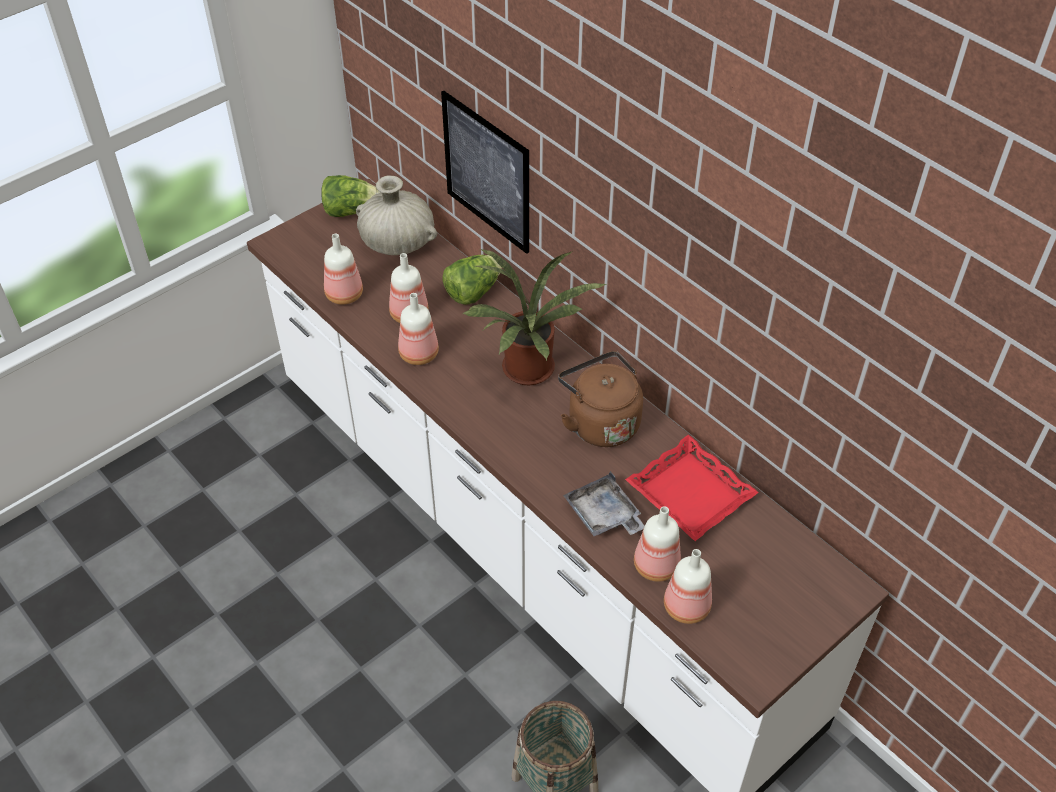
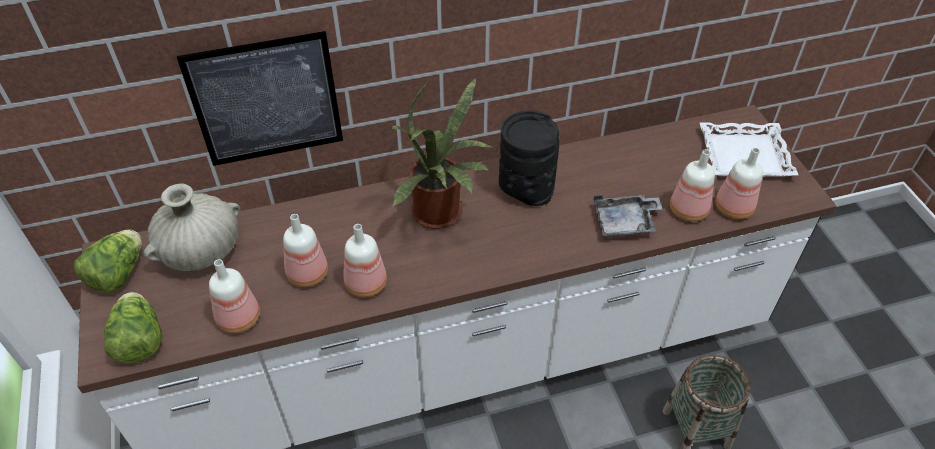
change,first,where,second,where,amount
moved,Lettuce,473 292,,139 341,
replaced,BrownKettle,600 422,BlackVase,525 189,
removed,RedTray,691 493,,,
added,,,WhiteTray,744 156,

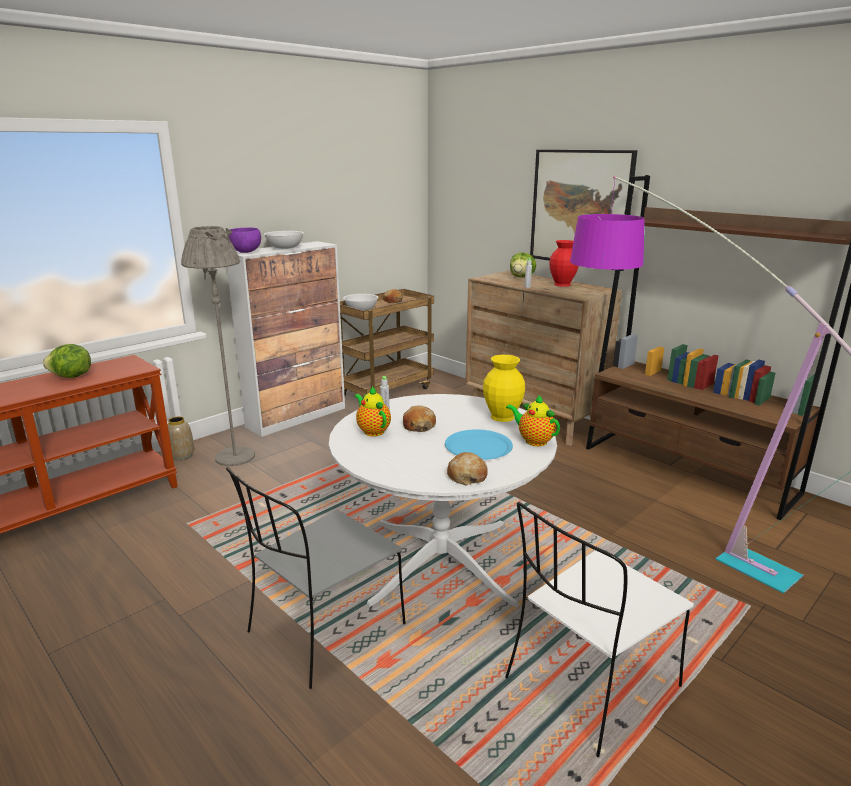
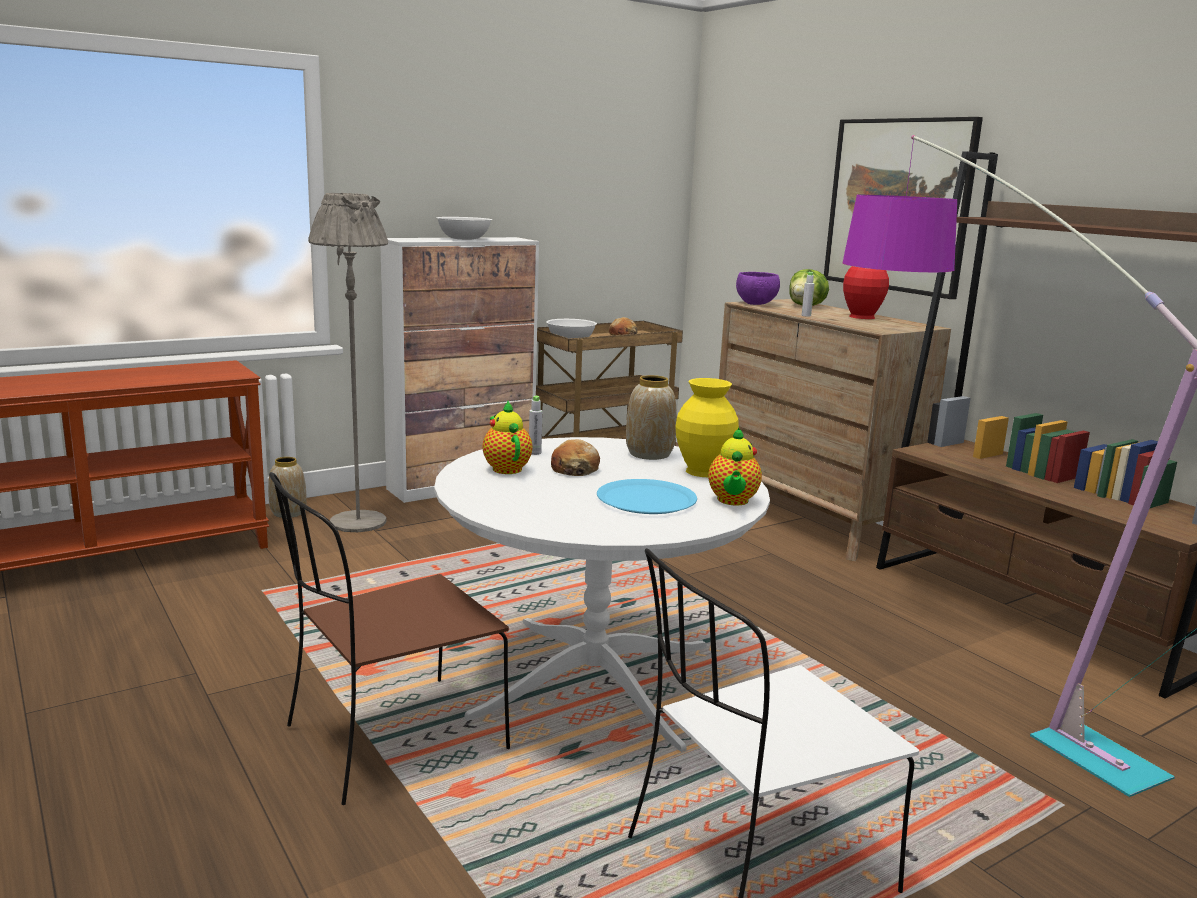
change,first,where,second,where,amount
moved,PurpleBowl,246 252,,756 304,
removed,Lettuce,71 377,,,
turned,Teapot,533 440,,732 501,135 degrees counterclockwise
removed,Bread,466 476,,,
recoloured,GreyChair,323 630,BrownChair,391 740,
added,,,Vase,650 454,

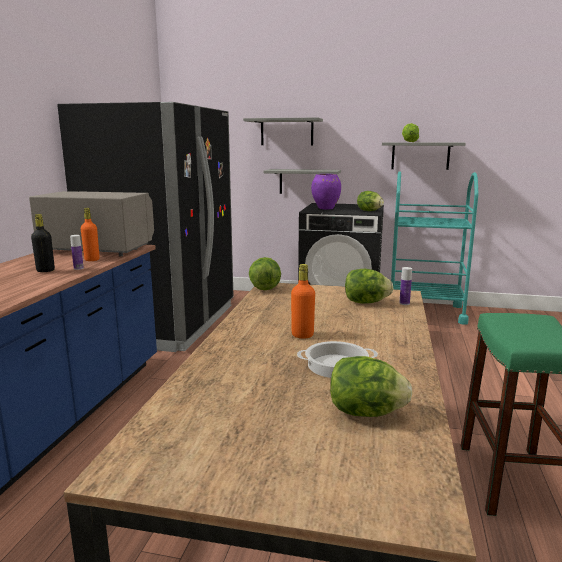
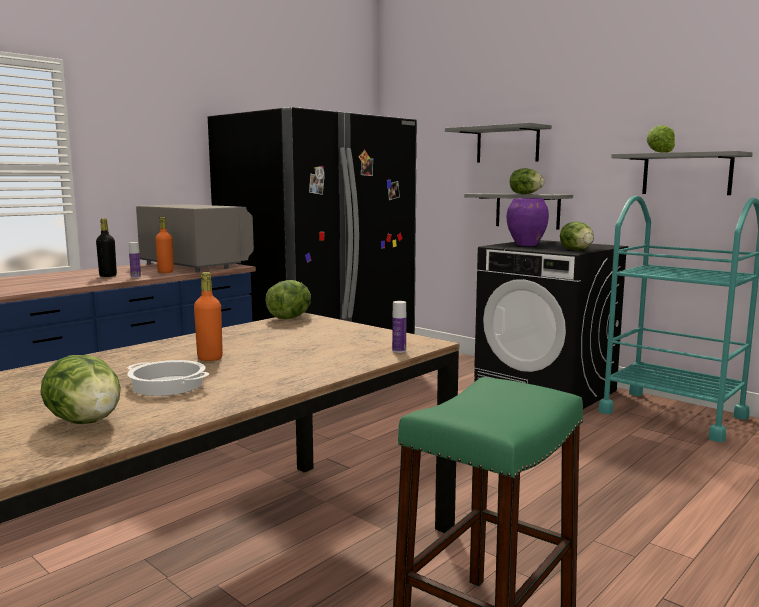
change,first,where,second,where,amount
moved,Lettuce,366 302,,525 194,

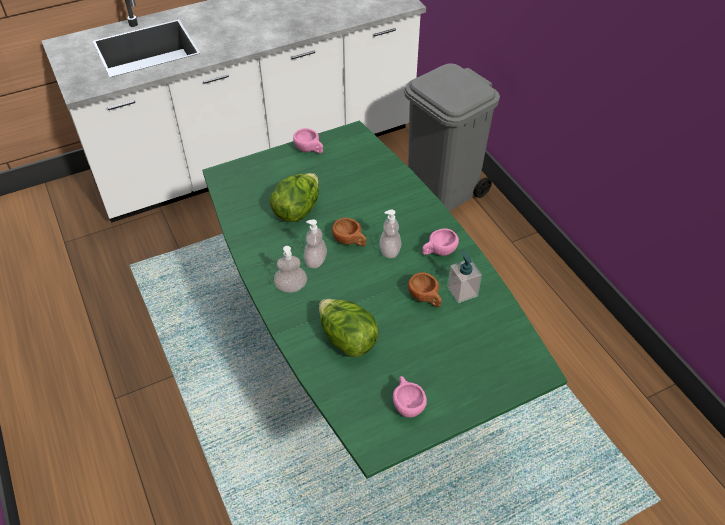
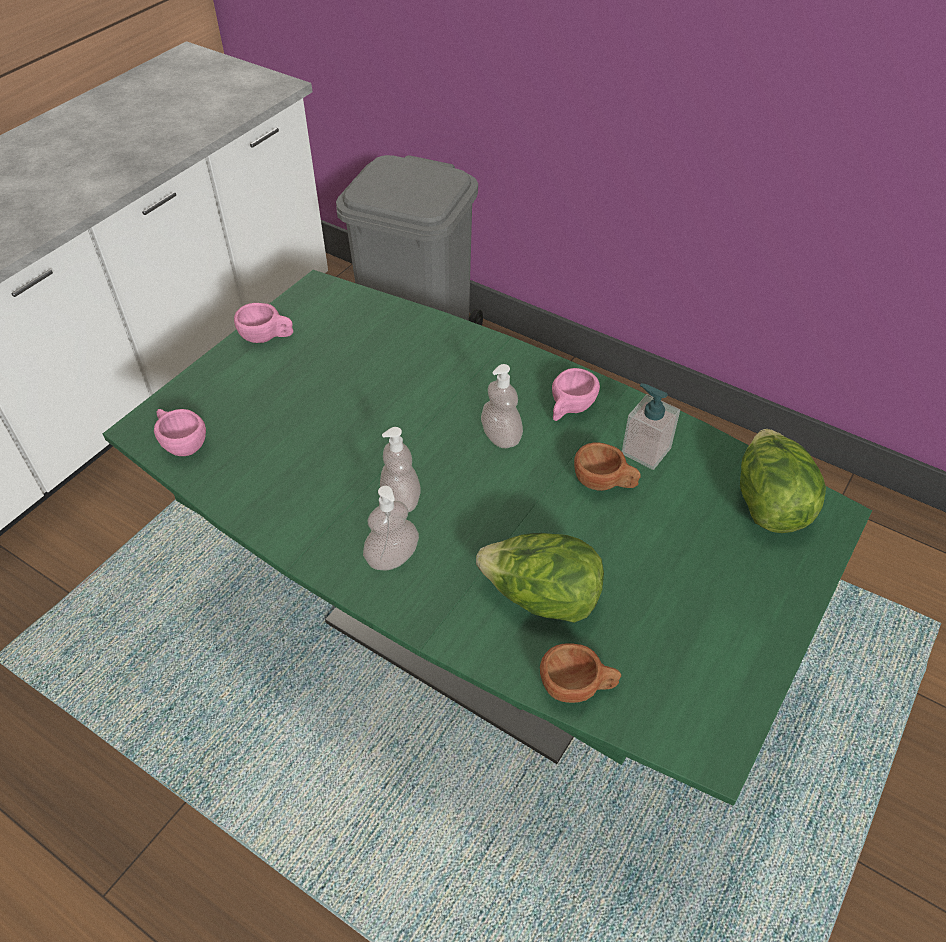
change,first,where,second,where,amount
moved,Lettuce,297 210,,768 504,
moved,BrownCup,350 241,,577 687,
moved,PinkCup,407 403,,181 443,

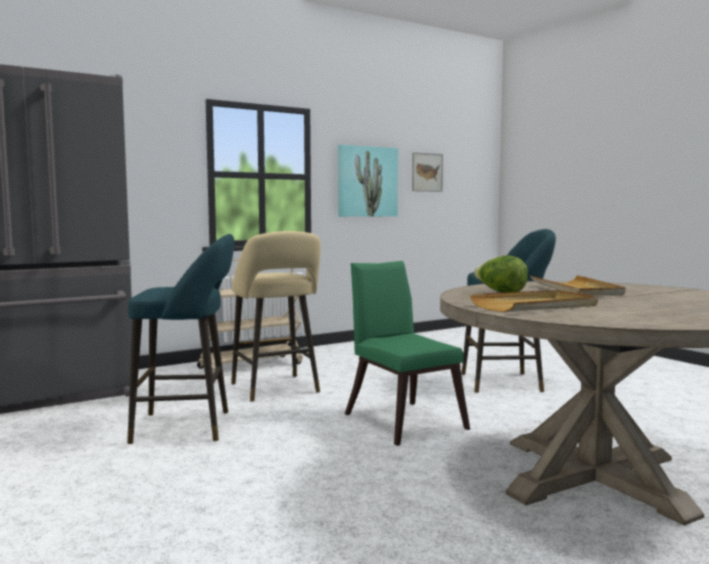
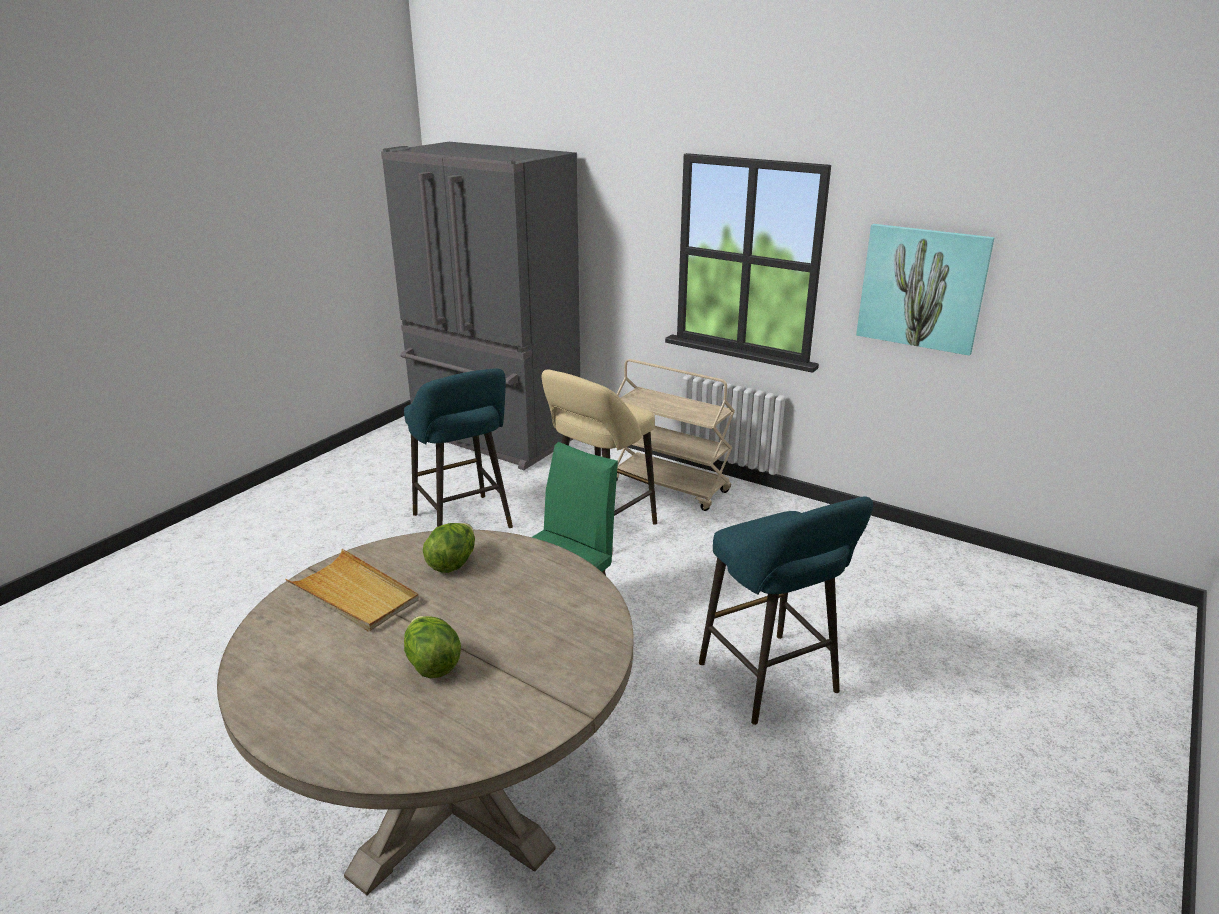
change,first,where,second,where,amount
removed,Picture,427 172,,,
removed,BeigeTray,576 290,,,
added,,,Lettuce,432 664,

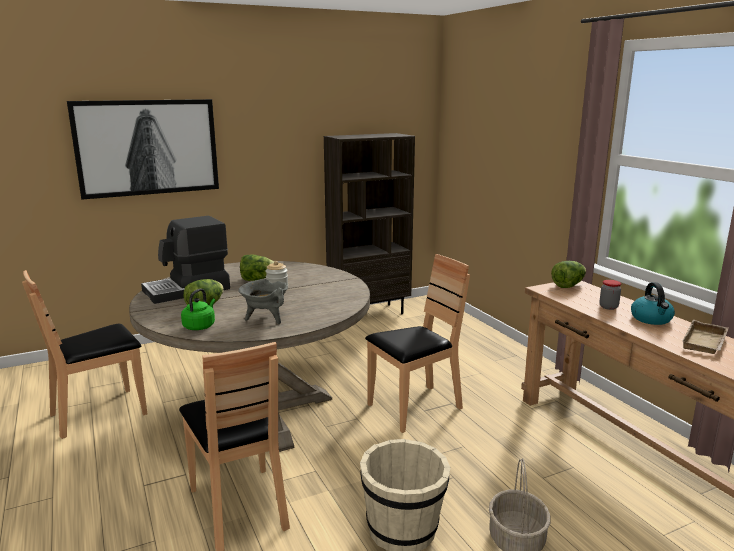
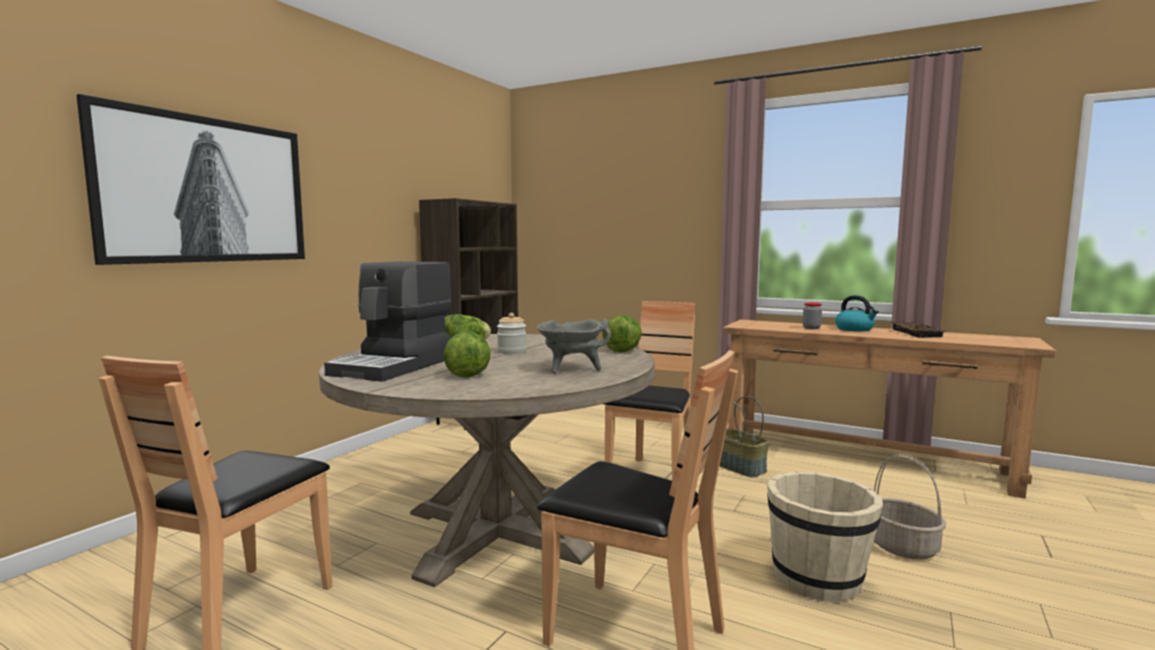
change,first,where,second,where,amount
moved,Lettuce,568 285,,623 349,
removed,GreenKettle,200 326,,,
recoloured,BeigeTray,706 343,BlackTray,919 334,
added,,,Basket,740 467,

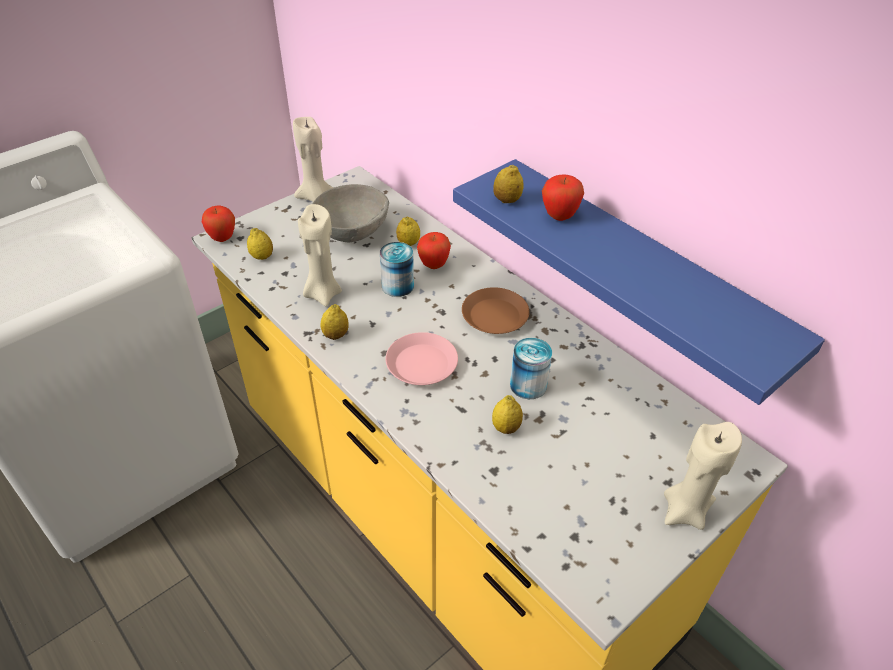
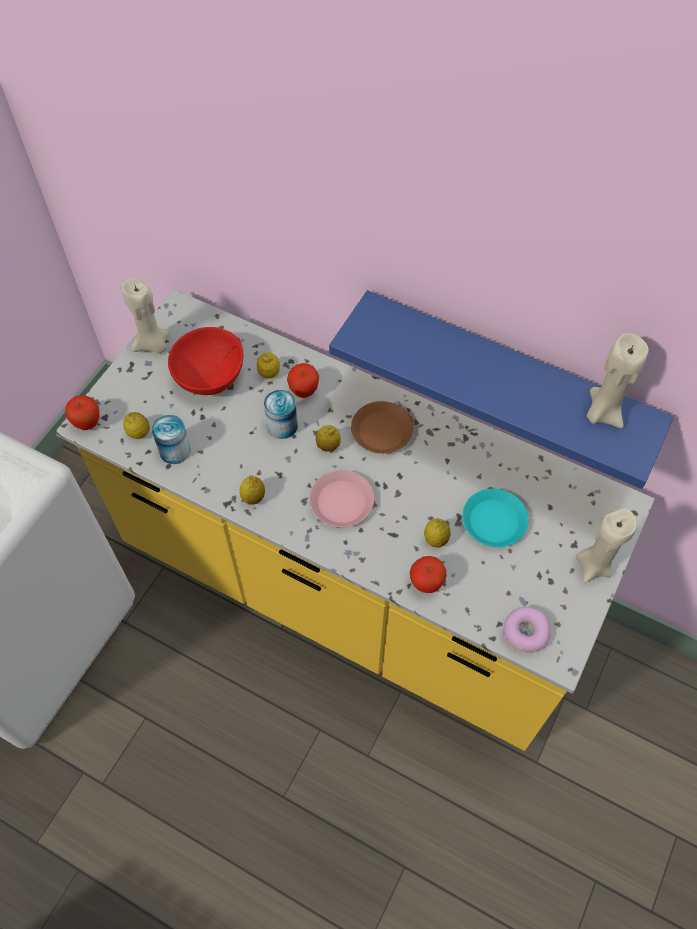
change,first,where,second,where,amount
moved,Lemon,507 200,,328 446,
moved,Apple,559 216,,426 584,
recoloured,GreyBowl,353 232,RedBowl,210 376,
moved,BeigeCandle,322 294,,602 412,
moved,Can,528 385,,175 450,
added,,,TurquoisePlate,494 521,
added,,,Donut,524 632,

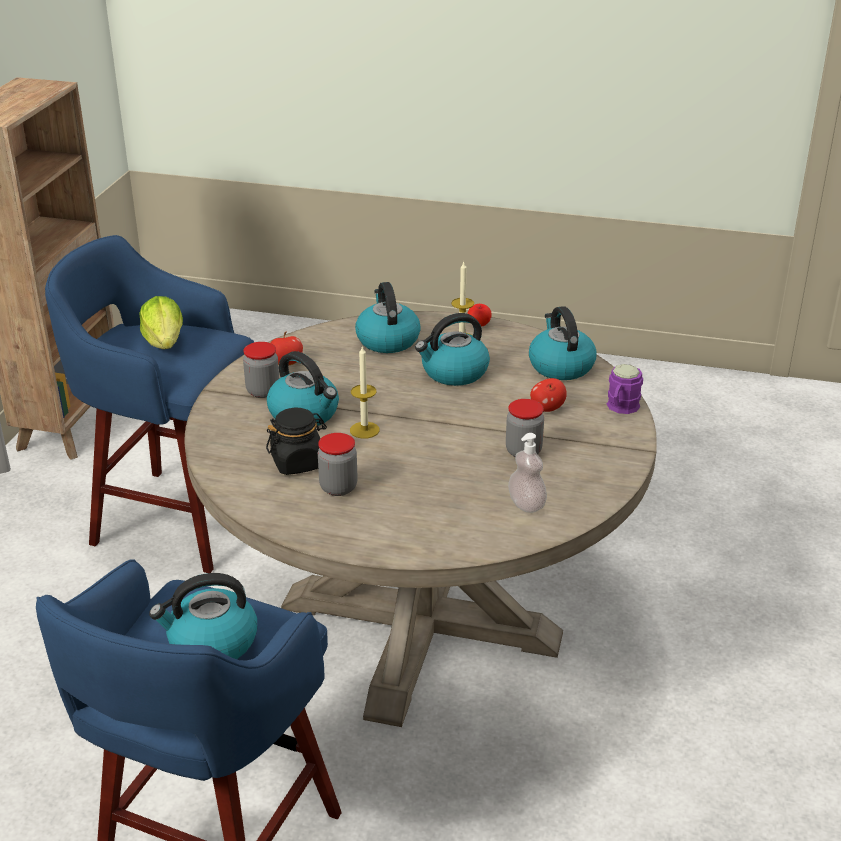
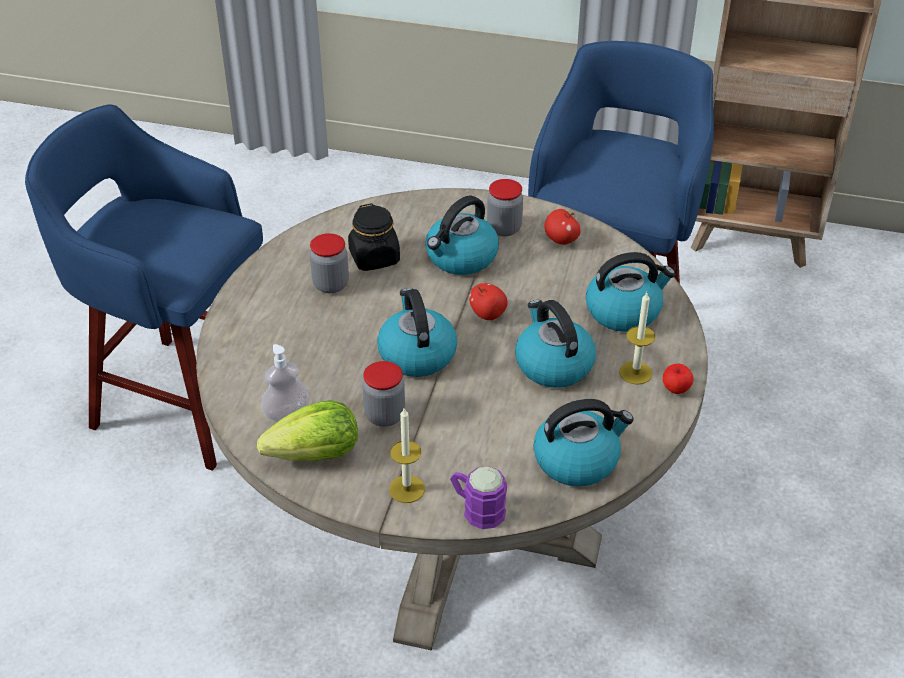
change,first,where,second,where,amount
moved,Lettuce,165 343,,316 455,
moved,Candle,364 430,,407 489,
moved,Apple,547 408,,488 314,
moved,Kettle,211 643,,416 354,

